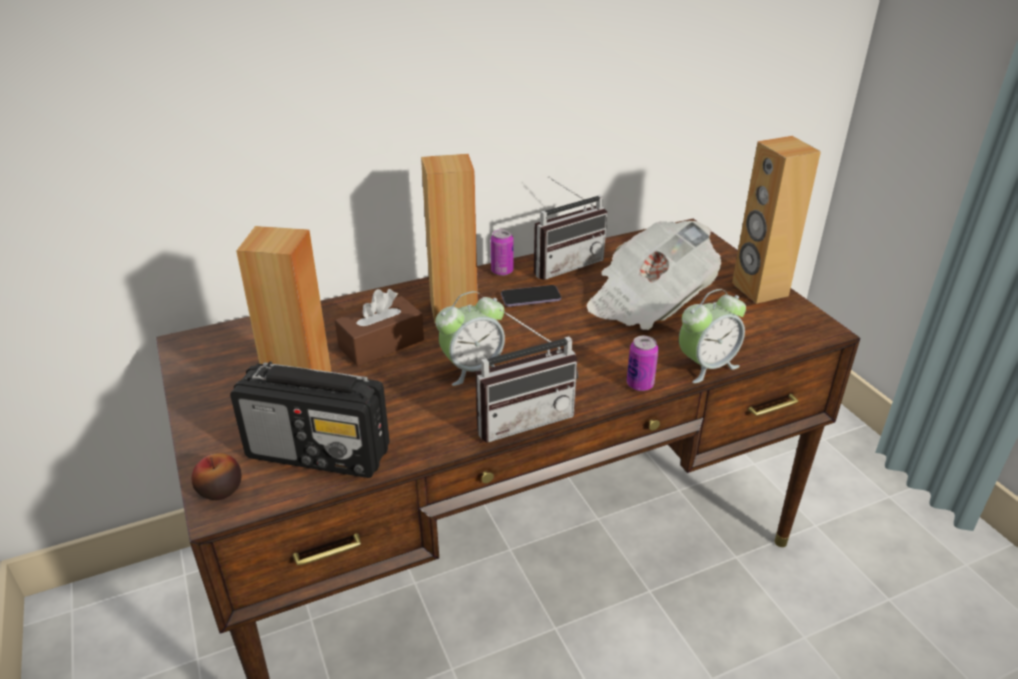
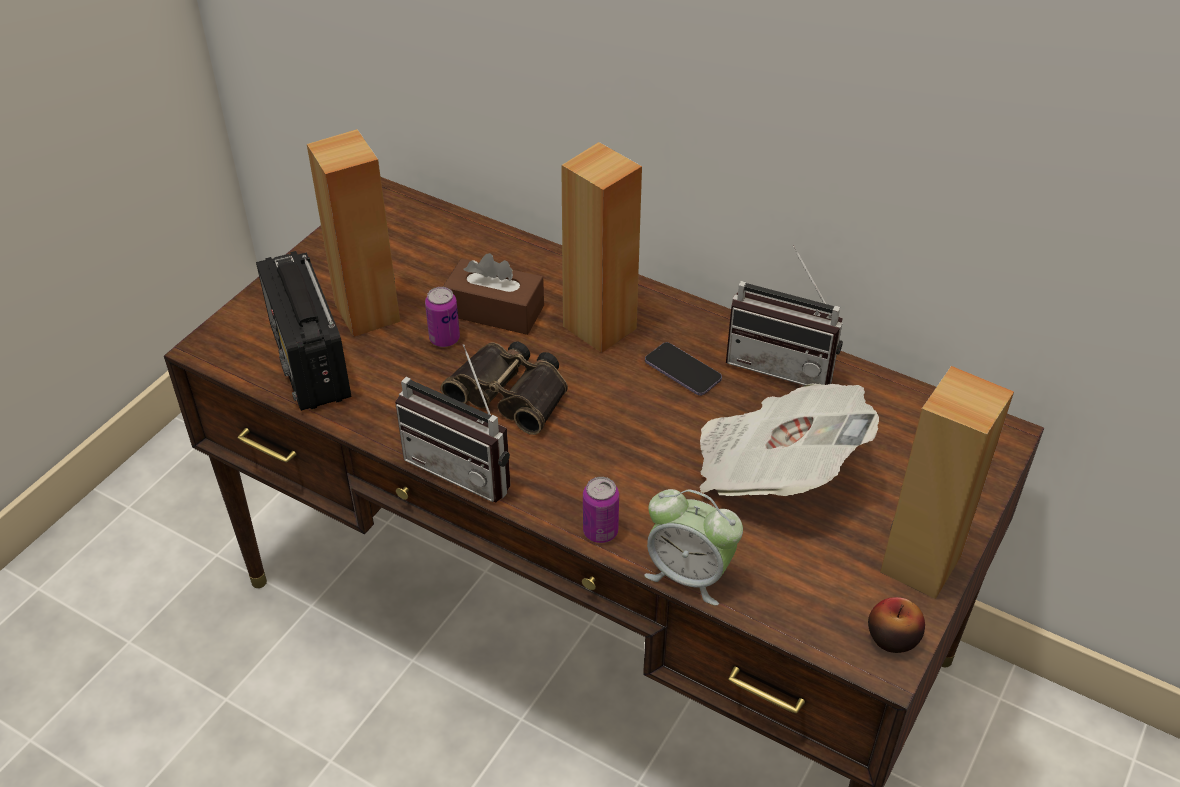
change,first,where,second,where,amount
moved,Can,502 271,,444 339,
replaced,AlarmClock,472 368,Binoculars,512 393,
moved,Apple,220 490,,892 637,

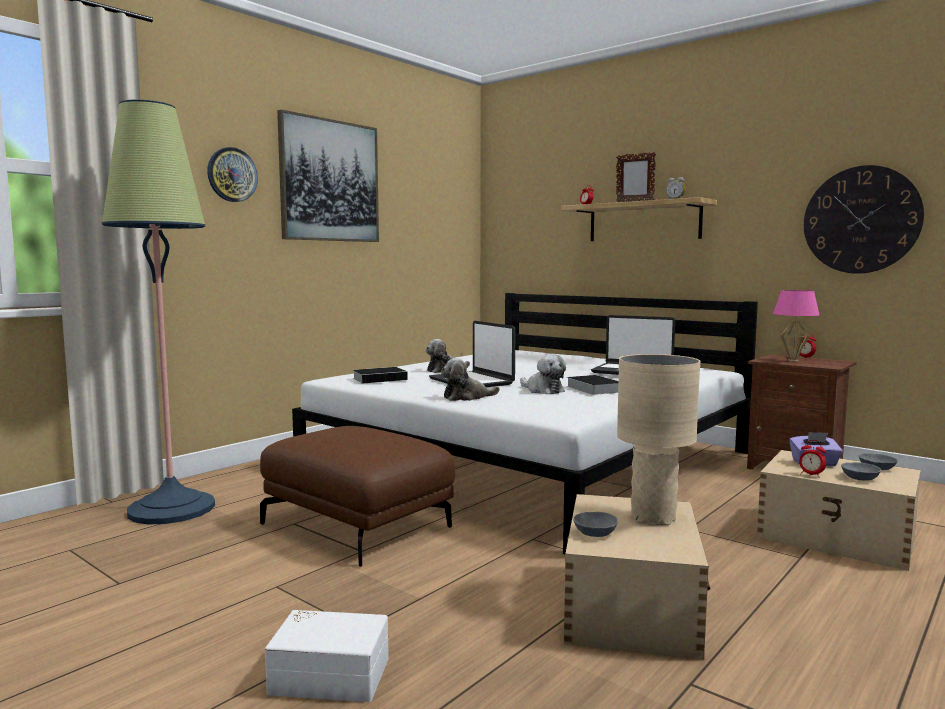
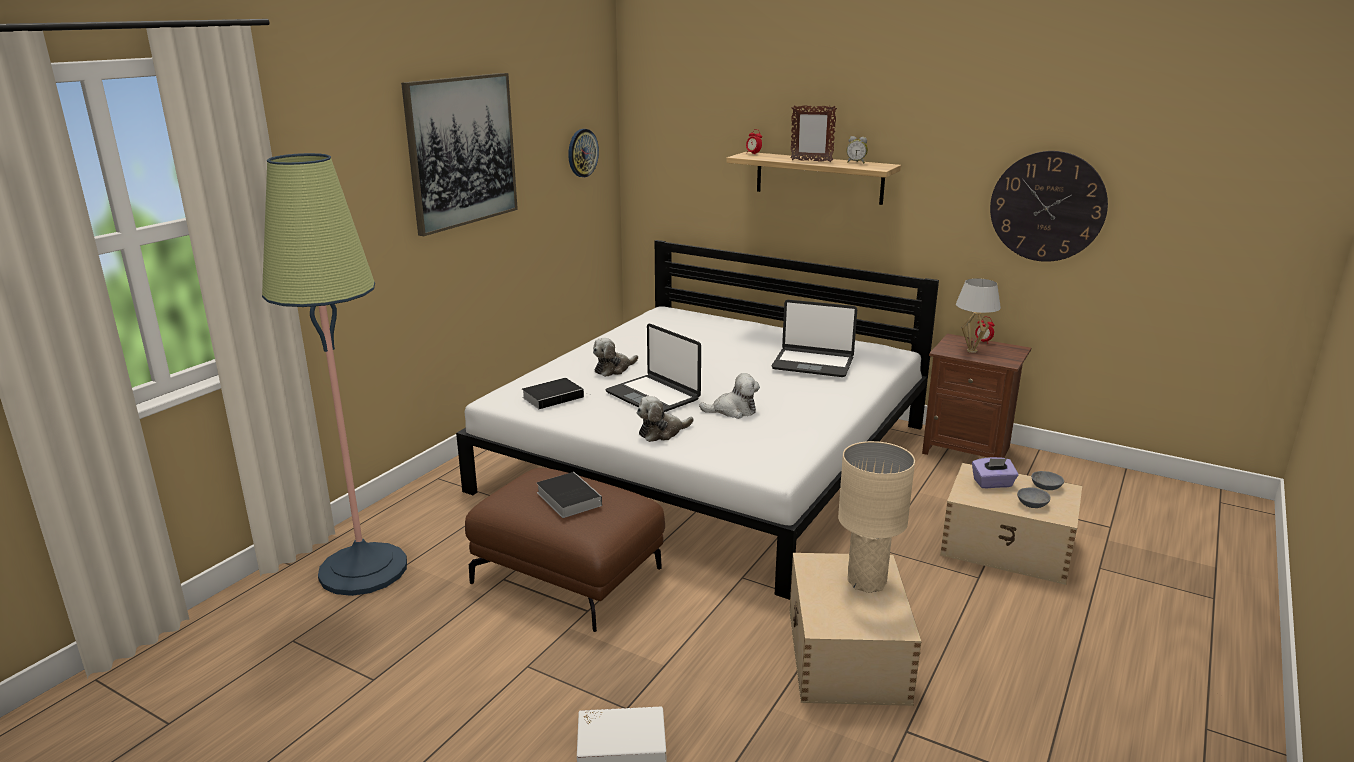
change,first,where,second,where,amount
moved,WallClock,232 175,,582 153,
recoloured,PinkTableLamp,793 361,WhiteTableLamp,972 351,
turned,PlushToy,542 390,,733 411,45 degrees counterclockwise
moved,Book,593 388,,567 498,
removed,AlarmClock,811 475,,,
removed,GreyBowl,594 532,,,

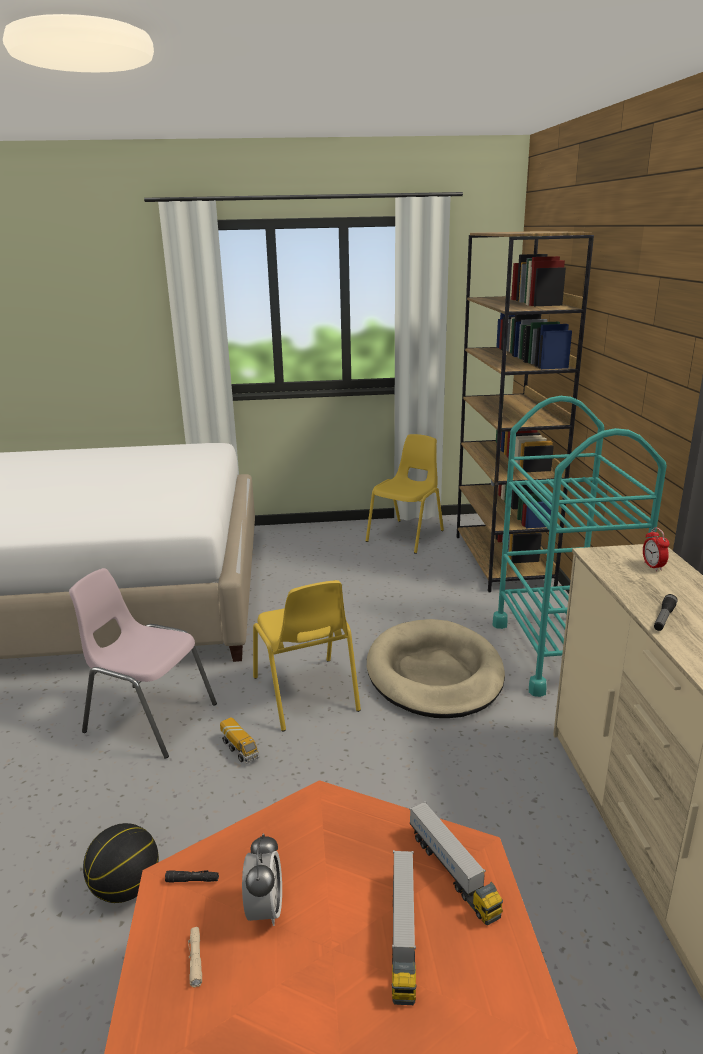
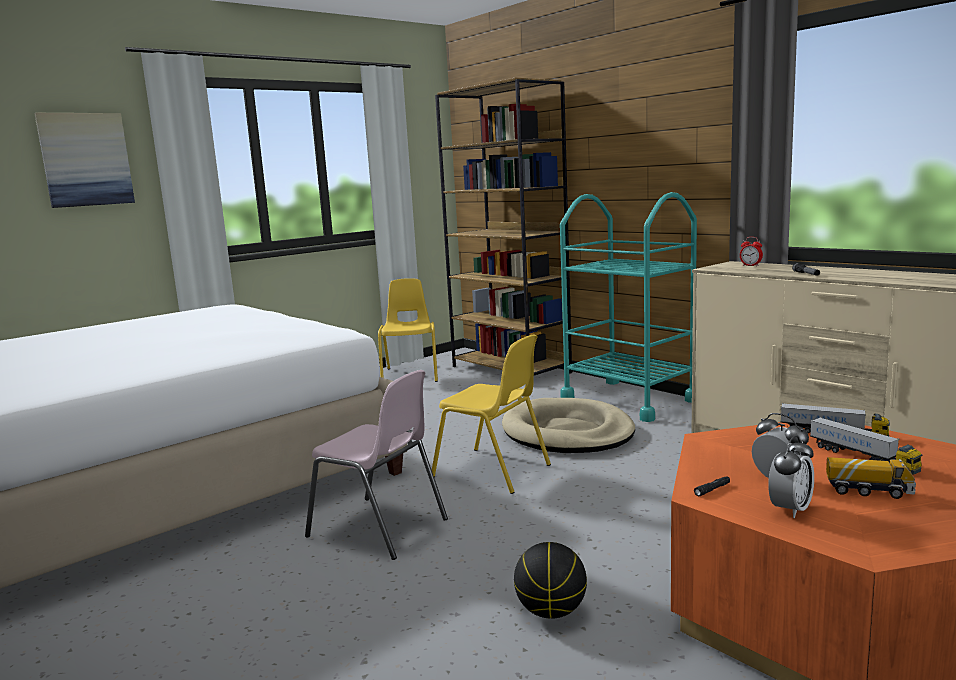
change,first,where,second,where,amount
turned,PinkChair,149 718,,379 528,135 degrees counterclockwise
moved,ToyTruck,240 749,,868 491,
replaced,BeigeFlashlight,195 959,AlarmClock,790 509,
added,,,Picture,86 160,

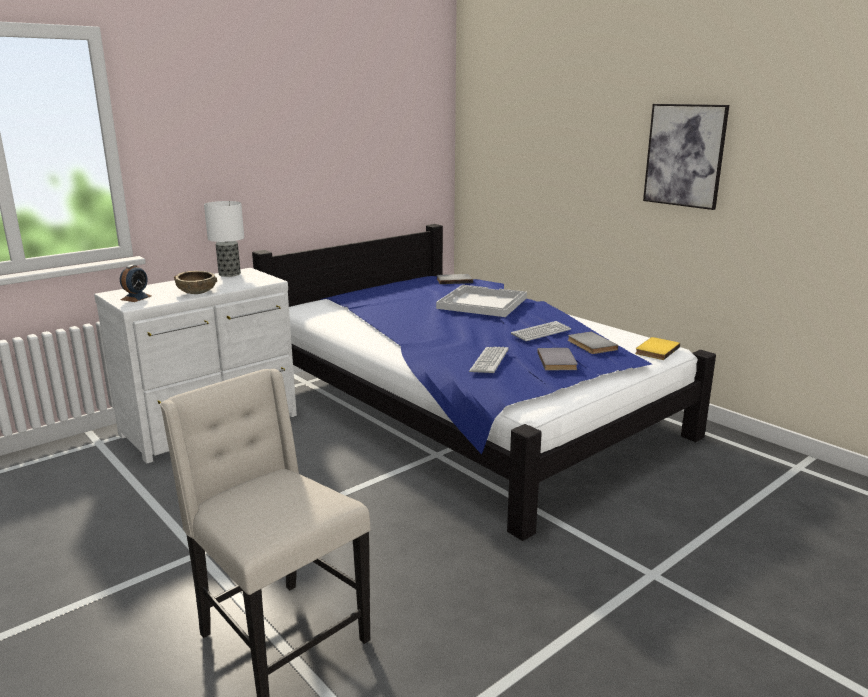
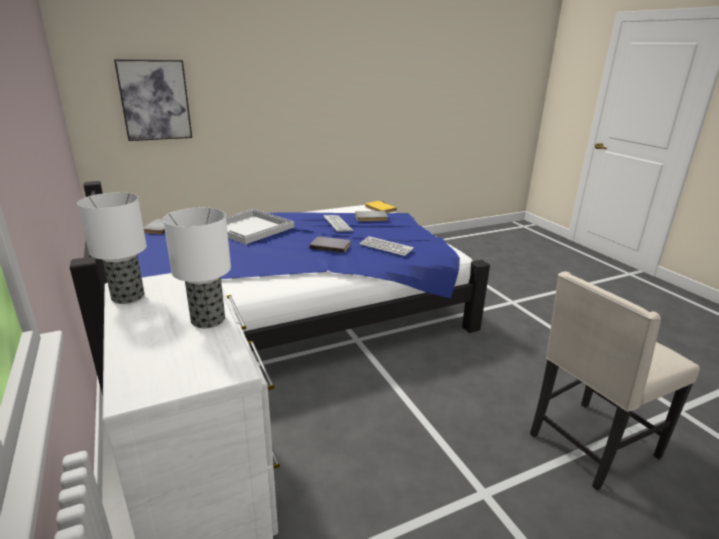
change,first,where,second,where,amount
moved,Picture,684 155,,155 100,
removed,AlarmClock,136 298,,,
replaced,BrownBowl,197 292,TableLamp,207 320,
moved,GreyBook,558 361,,330 245,

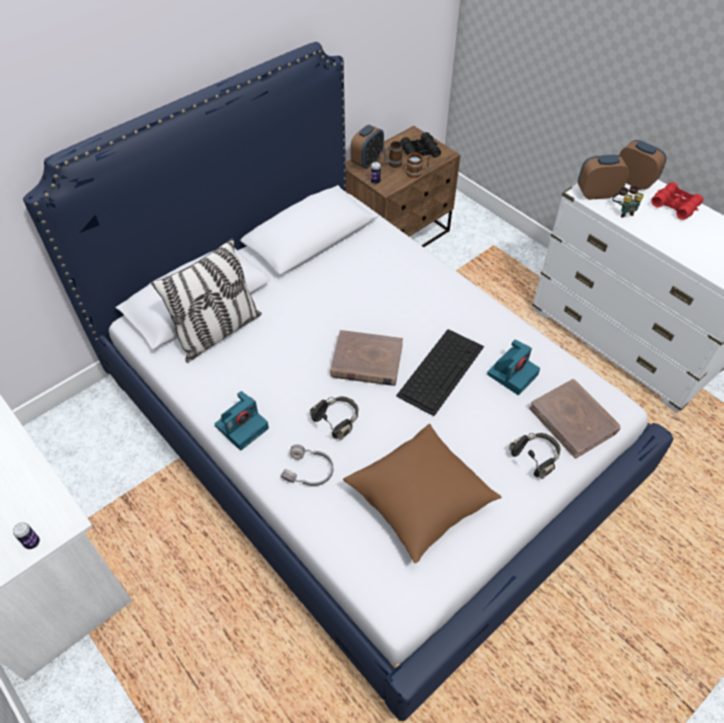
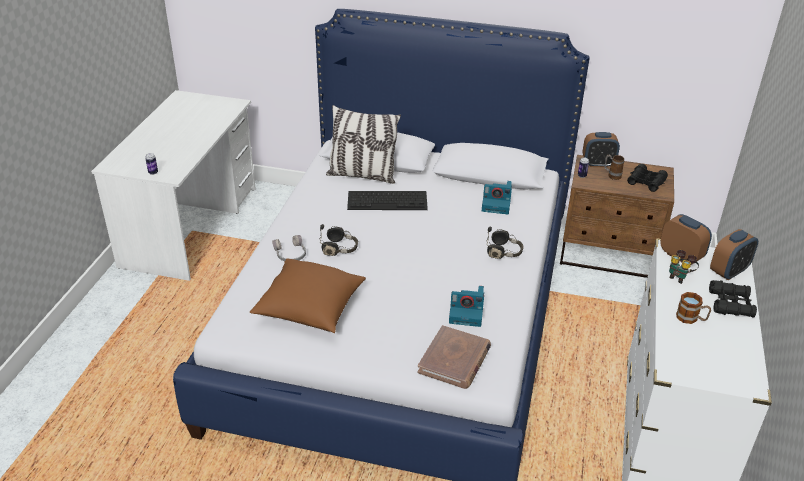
change,first,where,second,where,amount
turned,AlarmClock,634 182,,728 271,45 degrees clockwise
moved,Mug,417 172,,691 318,
recoloured,RedBinoculars,675 205,BlackBinoculars,731 304,
moved,Keyboard,441 370,,388 200,
removed,BrownBook,366 361,,,
moved,PhotoCamera,242 426,,497 204,
moved,BlackHeadphones,535 457,,504 252,

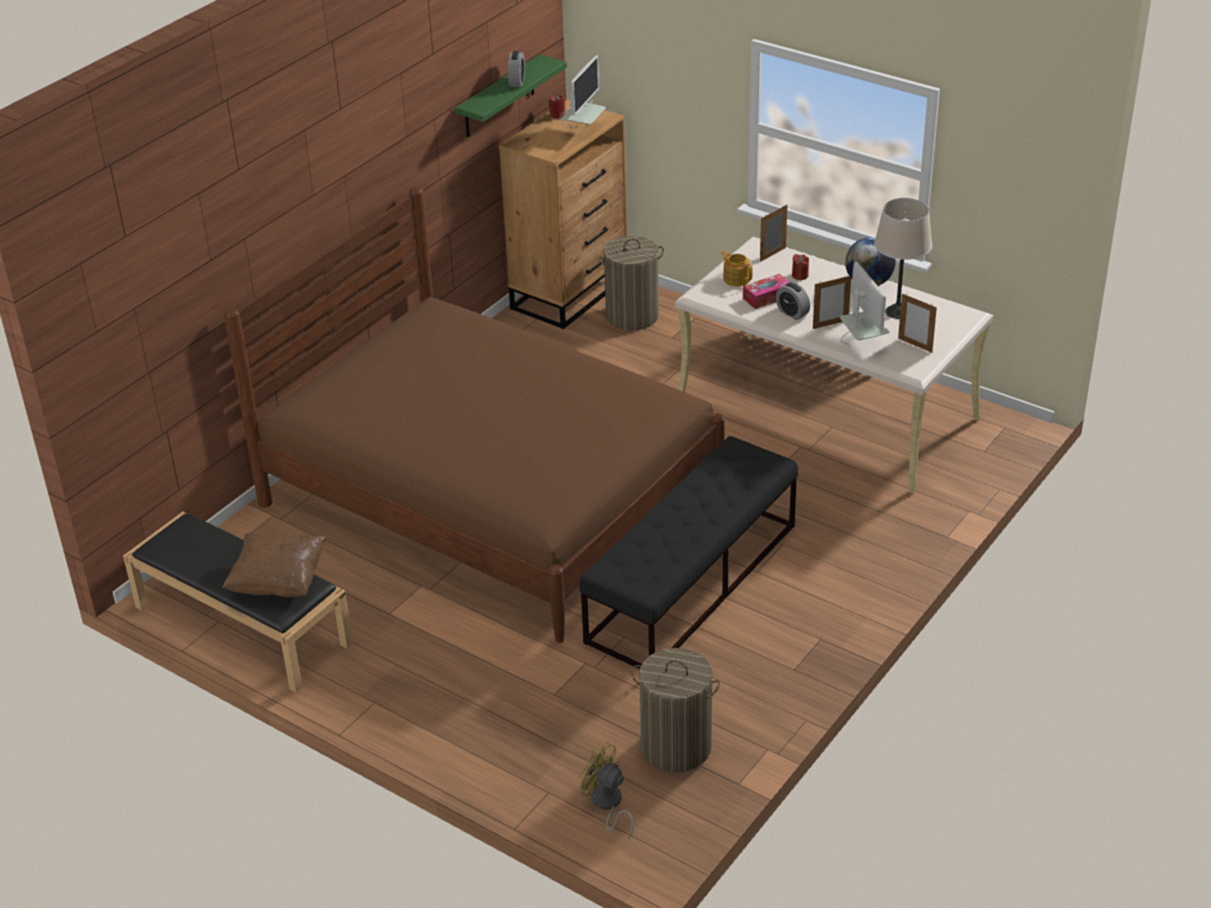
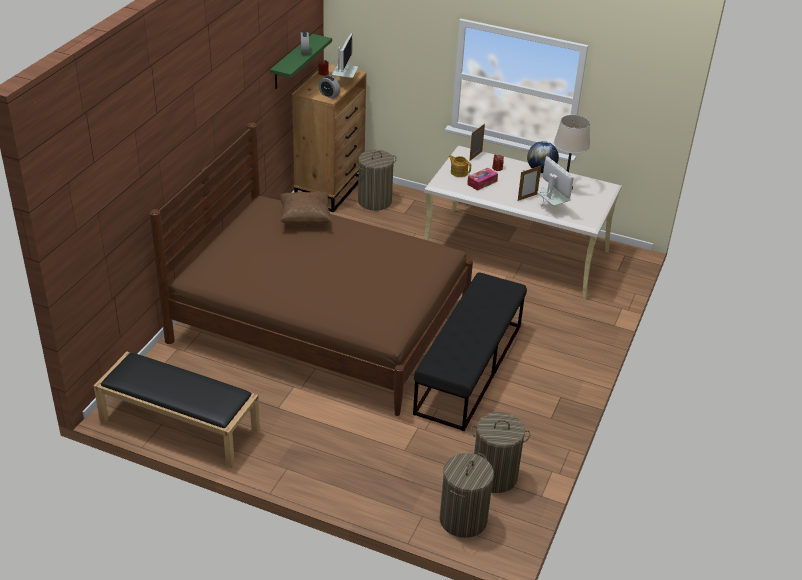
change,first,where,second,where,amount
moved,AlarmClock,792 313,,329 95,
removed,PictureFrame,915 345,,,
moved,BrownPillow,278 582,,305 220,
replaced,YellowFan,607 804,LaundryBasket,463 519,

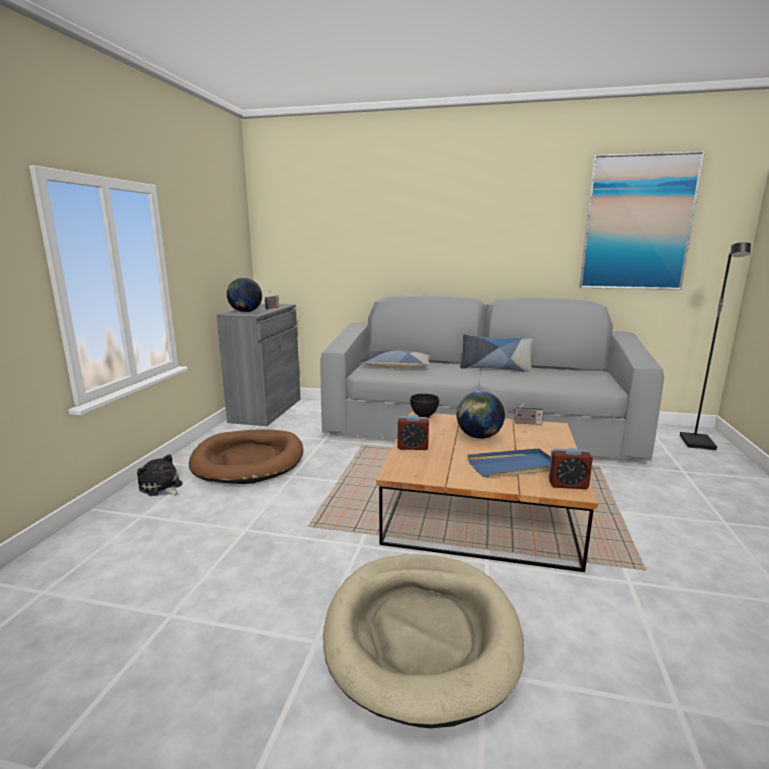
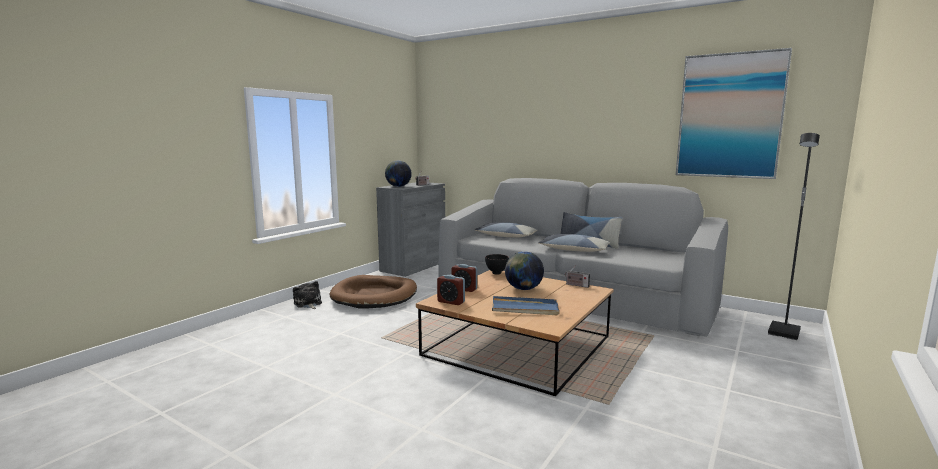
change,first,where,second,where,amount
moved,AlarmClock,568 485,,451 302,
removed,BeigeDogBed,421 634,,,
added,,,Pillow,574 250,

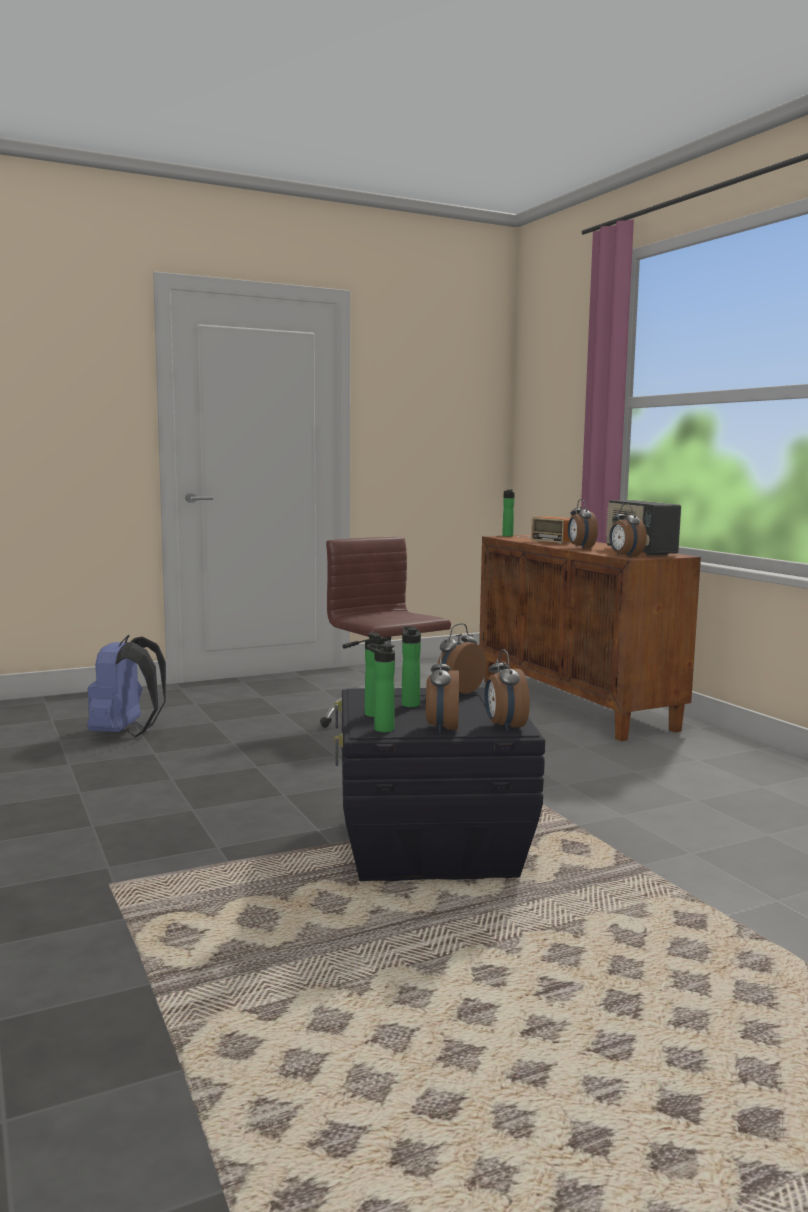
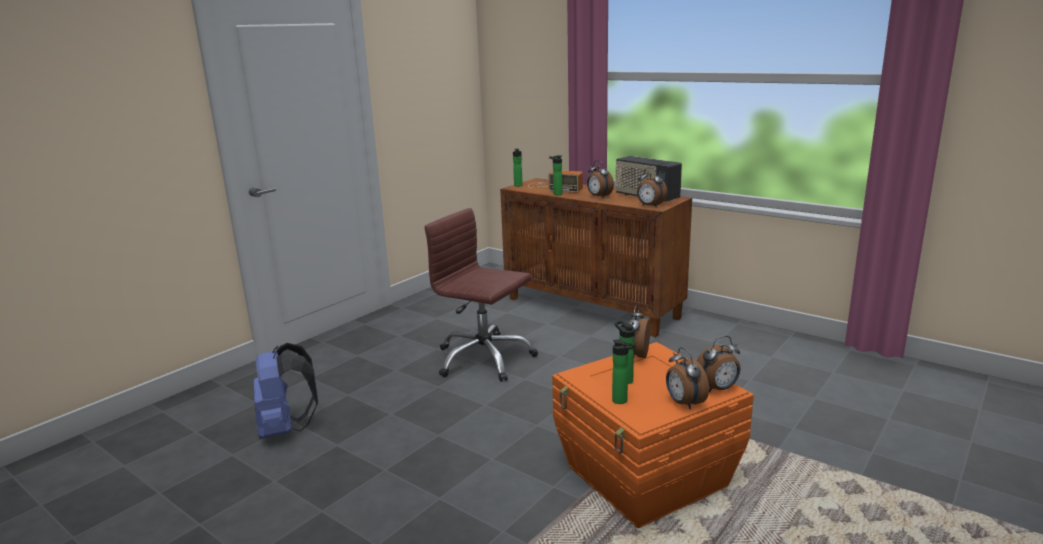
change,first,where,second,where,amount
moved,Bottle,381 729,,556 194,
turned,AlarmClock,504 727,,718 389,75 degrees counterclockwise
recoloured,BlackStorageBox,430 847,OrangeStorageBox,646 477,

